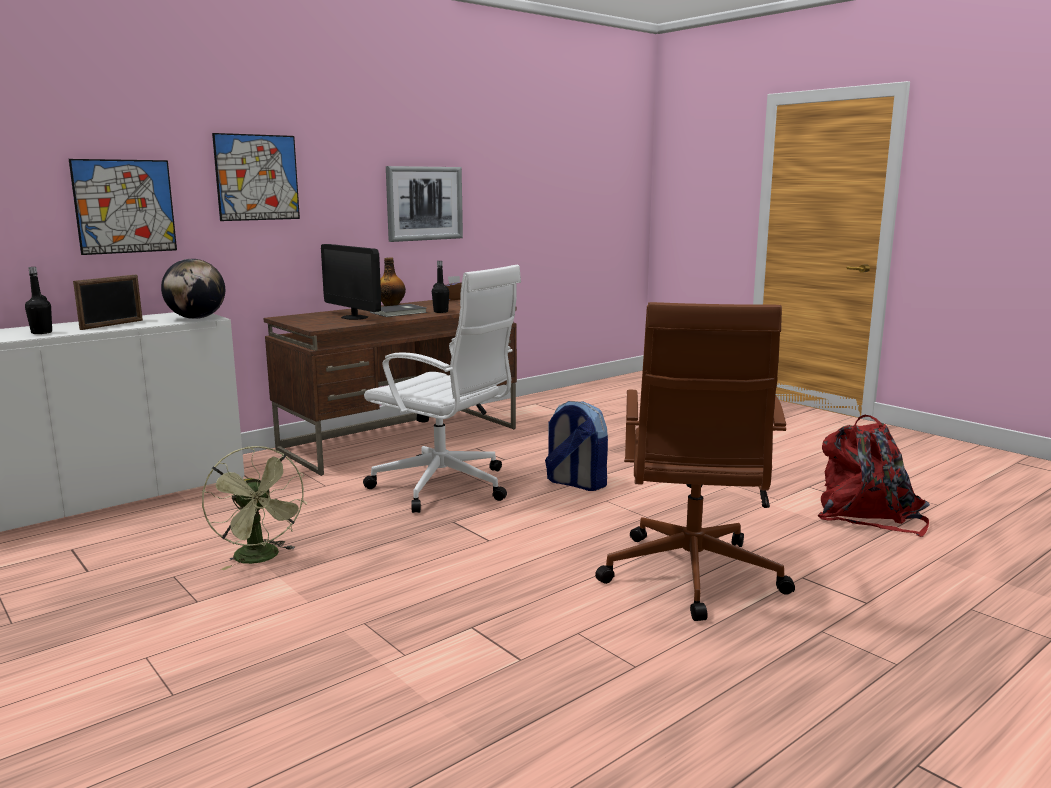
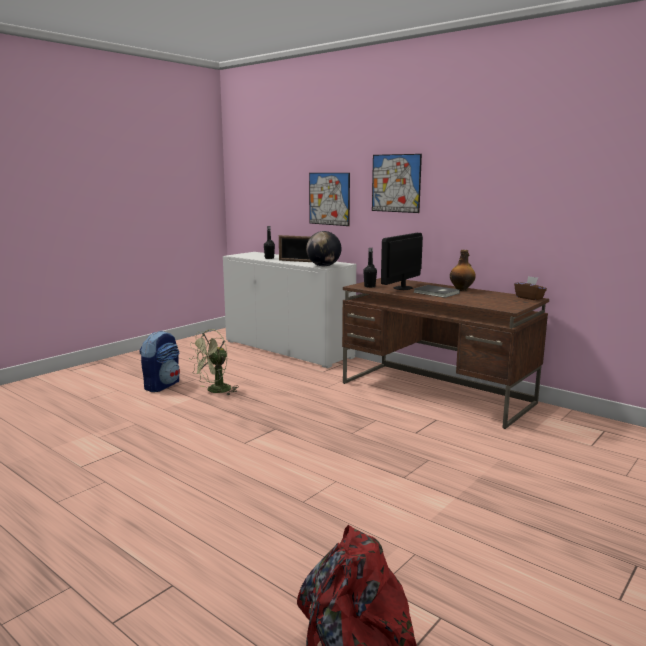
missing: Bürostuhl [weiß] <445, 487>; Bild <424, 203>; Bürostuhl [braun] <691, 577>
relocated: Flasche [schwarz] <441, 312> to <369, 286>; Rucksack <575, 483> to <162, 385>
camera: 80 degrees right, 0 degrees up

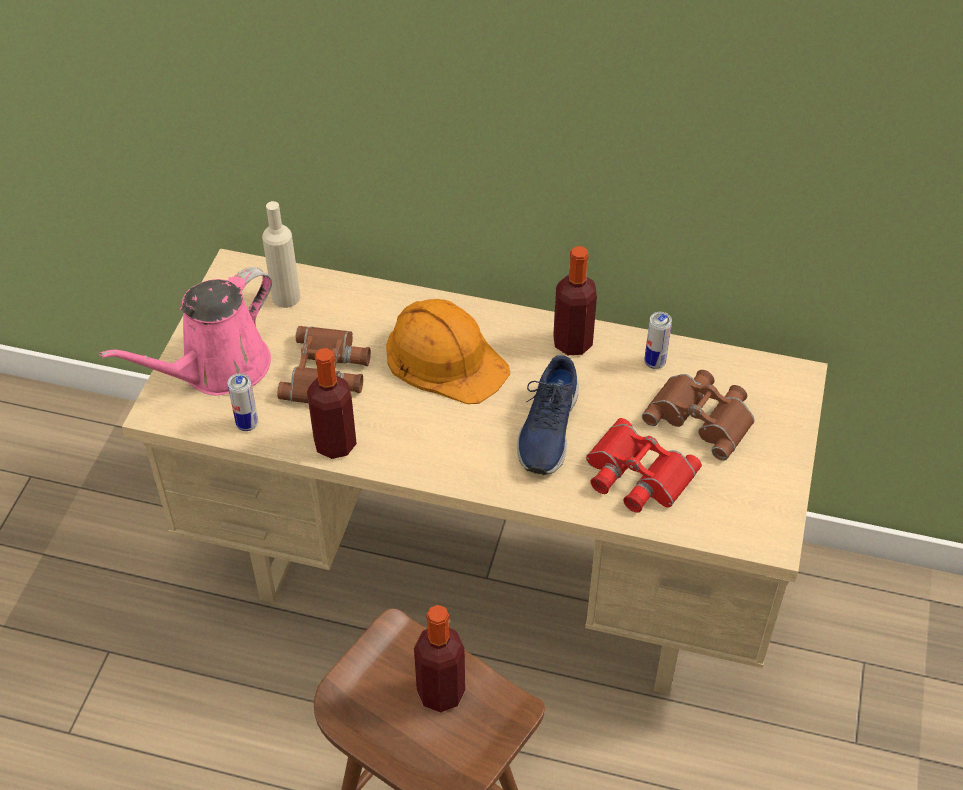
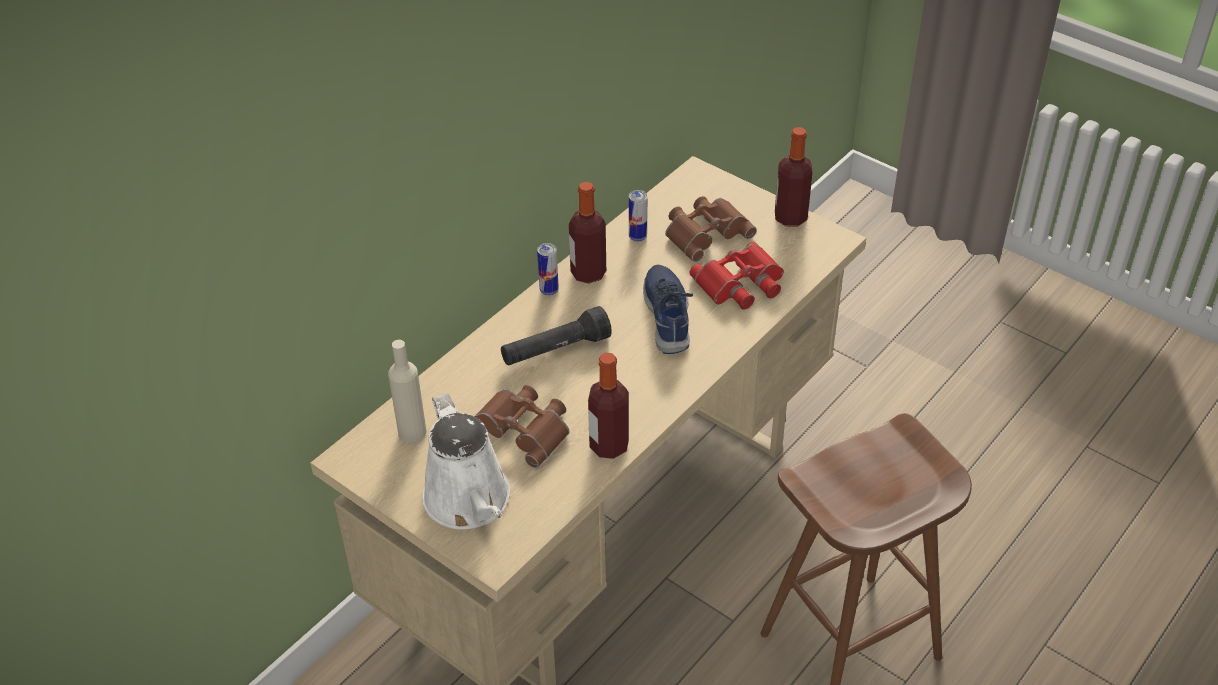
relocated: Dose <247, 424> to <549, 290>; Flasche <441, 692> to <790, 217>
exchanged: Schutzhelm [orange] <445, 357> to Taschenlampe [schwarz] <555, 350>
colour: Gießkanne [rosa] <218, 369> to Gießkanne [weiß] <470, 502>
spun: Schuh [blau] <547, 429> = <668, 316> 135 degrees counterclockwise
camera: 65 degrees left, 5 degrees down

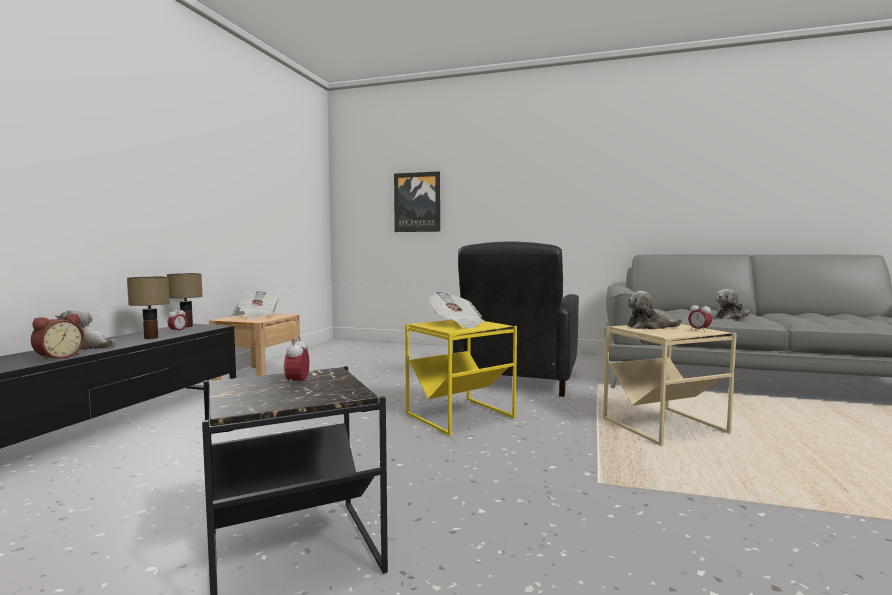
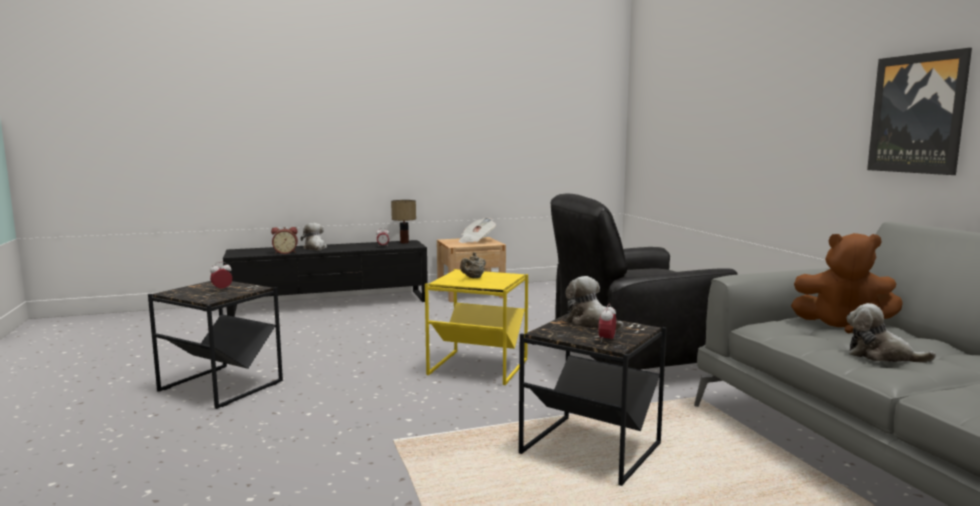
missing: Tischlampe <151, 338>
appeared: Plüschtier [braun] <843, 325>
relocated: Bild <417, 202> to <917, 114>
exchanged: Zeitung <456, 325> to Teekanne [beige] <473, 278>
colour: Beistelltisch [beige] <665, 426> to Beistelltisch [schwarz] <591, 449>
camera: 55 degrees right, 5 degrees up

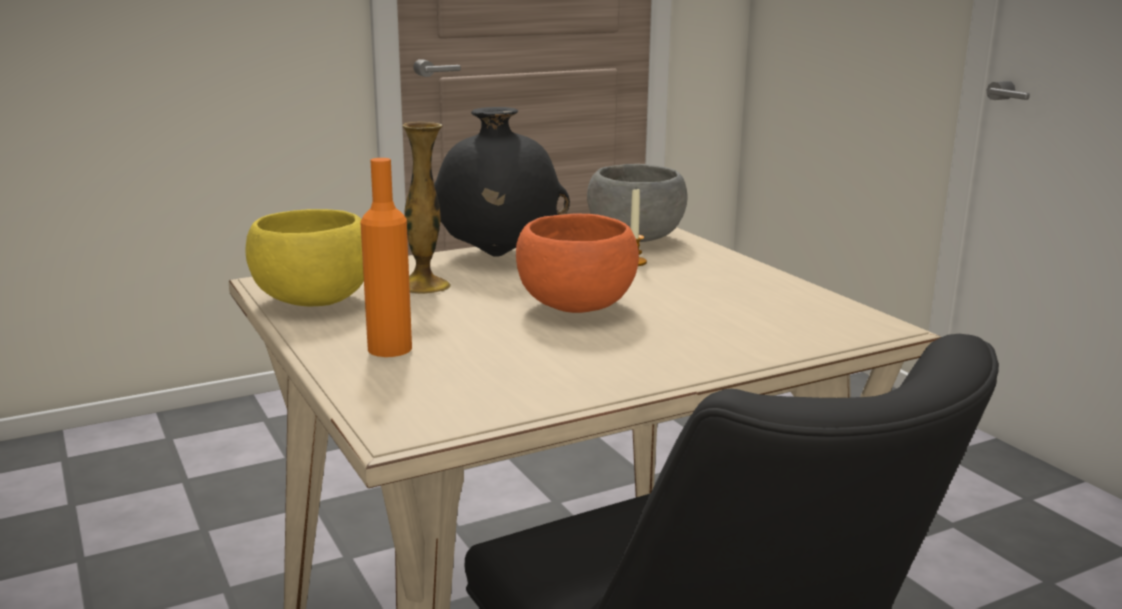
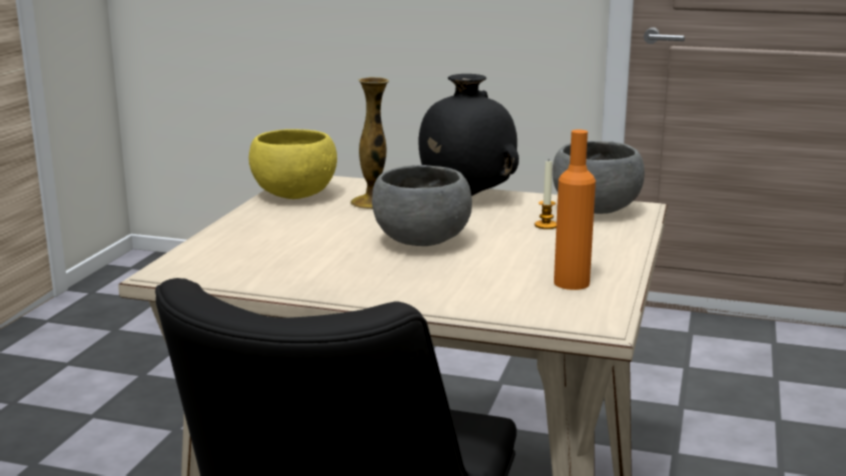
relocated: Flasche [orange] <390, 348> to <571, 283>
colour: Schüssel [orange] <575, 308> to Schüssel [grau] <421, 242>
camera: 45 degrees right, 0 degrees up

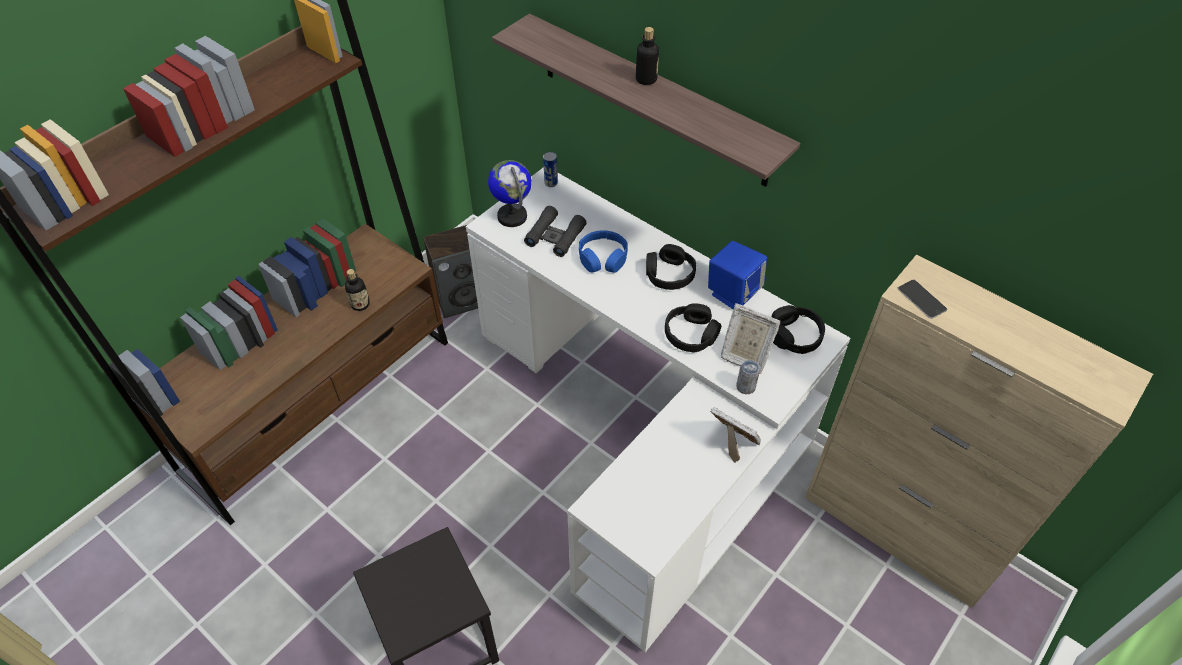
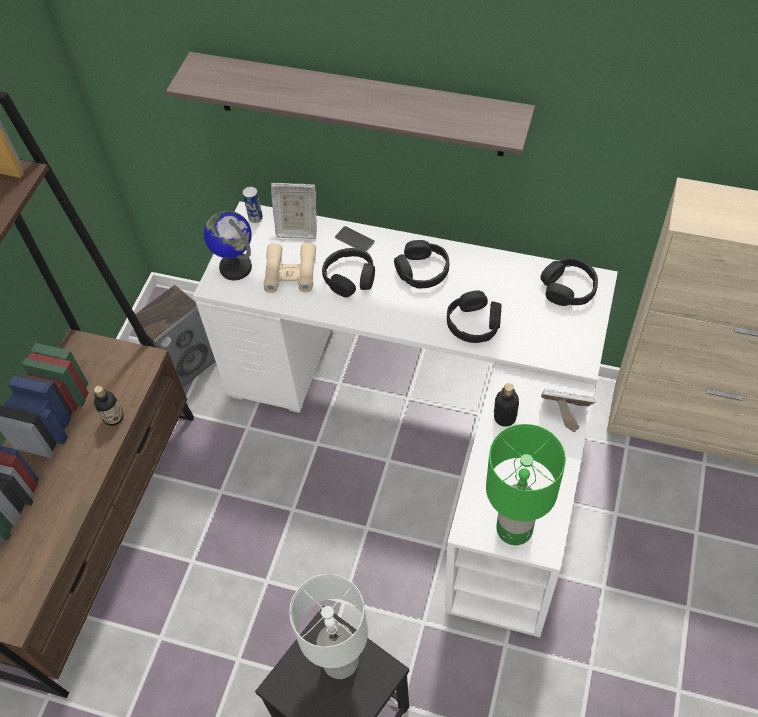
missing: Lautsprecher [blau] <733, 293>; Dose <745, 387>
appeared: Tischlampe [weiß] <341, 661>; Tischlampe [grün] <513, 529>
relocated: Flasche <646, 79> to <504, 417>; Bilderrahmen <744, 356> to <296, 228>; Handy <922, 299> to <354, 239>
colour: Fernglas [schwarz] <555, 236> to Fernglas [beige] <290, 272>; Kopfhörer [blau] <603, 258> to Kopfhörer [schwarz] <350, 278>
camera: 20 degrees left, 5 degrees up

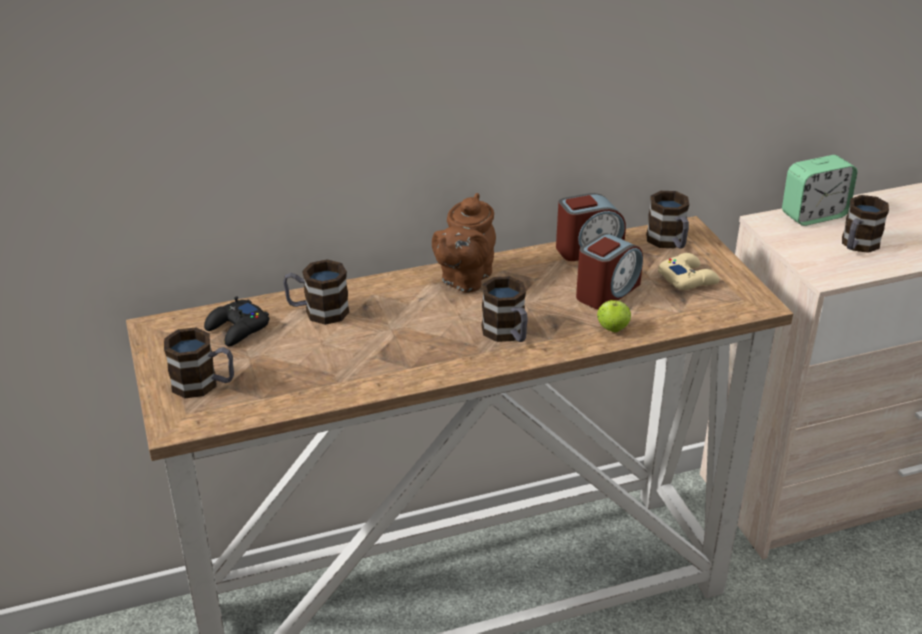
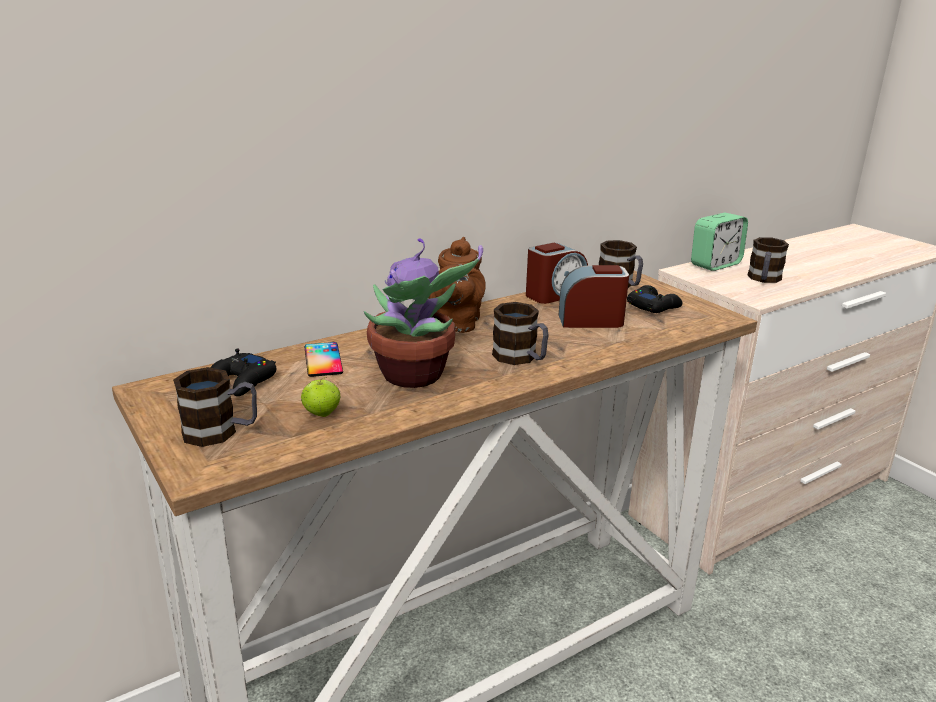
appeared: Topfpflanze <414, 376>
relocated: Apfel <612, 329> to <321, 414>
exchanged: Henkelbecher <317, 311> to Handy <323, 360>
colour: Gamepad [beige] <687, 278> to Gamepad [schwarz] <653, 306>
spun: Wecker <607, 291> = <591, 320> 120 degrees counterclockwise
camera: 15 degrees left, 10 degrees down

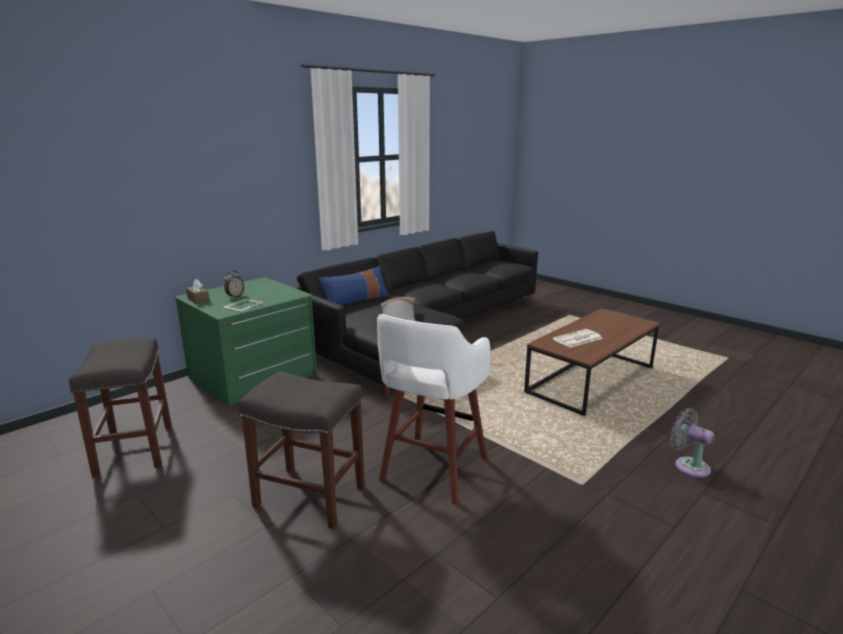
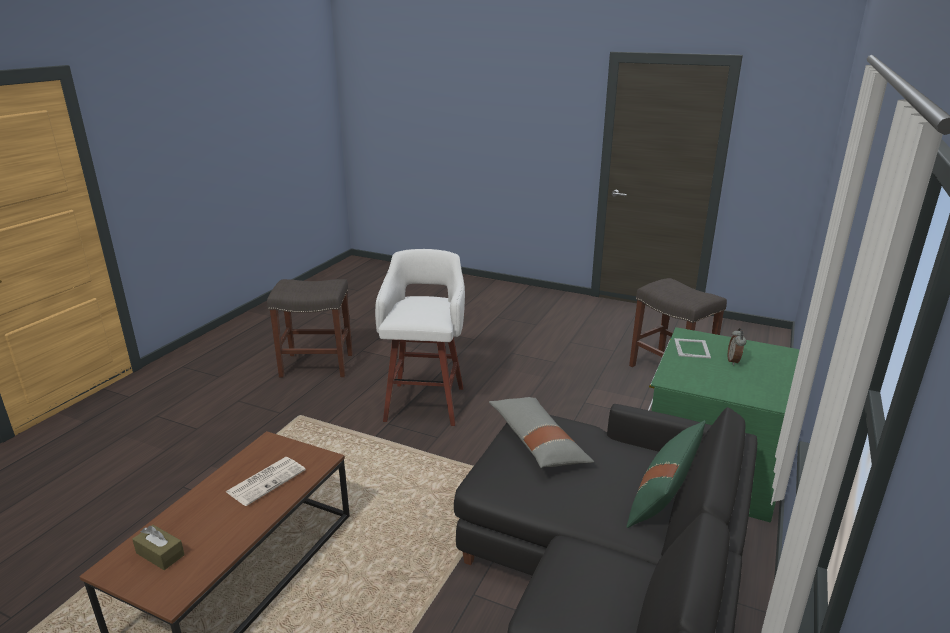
missing: Ventilator [grau] <688, 466>
relocated: Taschentuchbox [braun] <198, 300> to <160, 554>; Hocker [grau] <308, 496> to <318, 365>
colour: Kissen [blau] <356, 301> to Kissen [grün] <664, 494>
camera: 160 degrees right, 5 degrees up

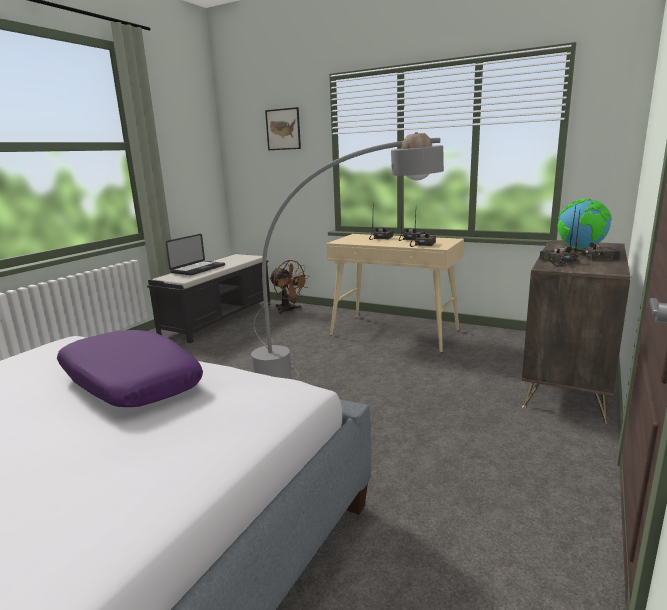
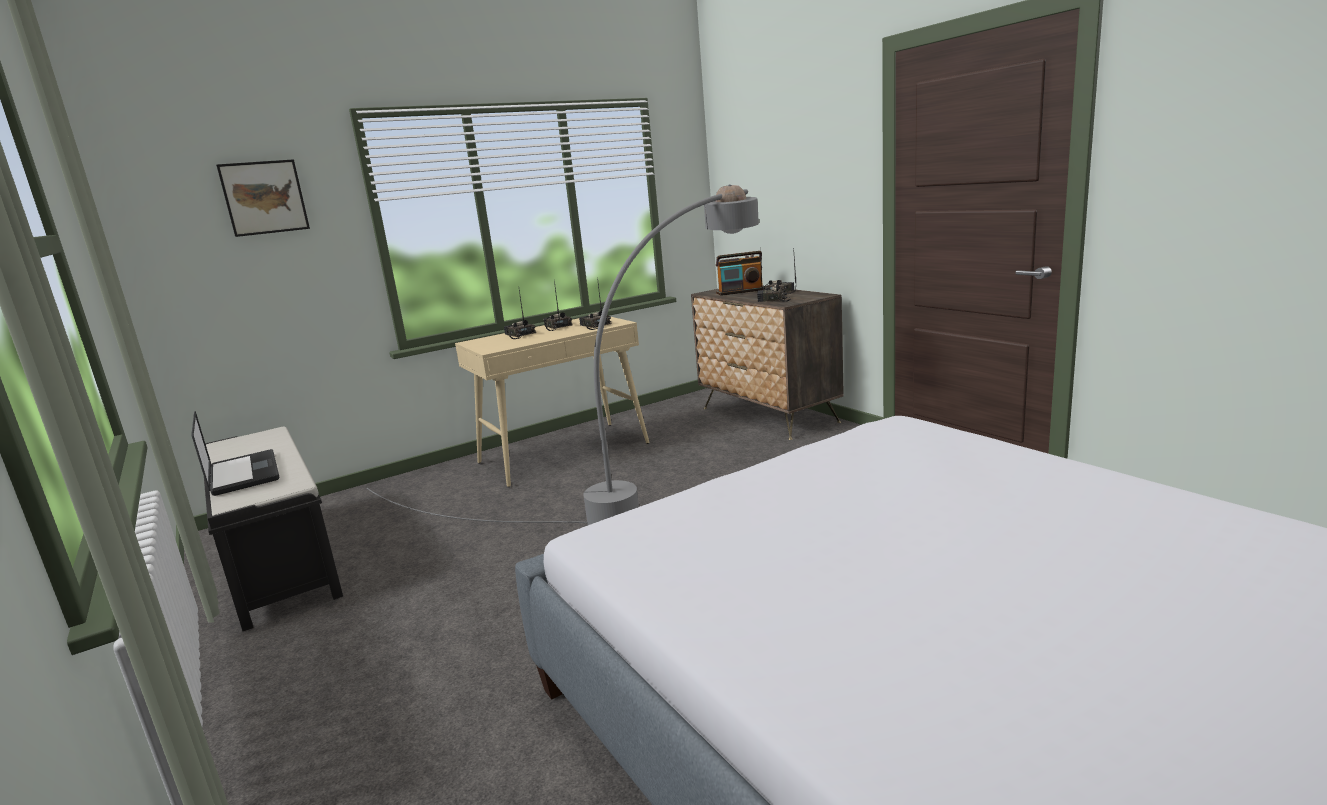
missing: Kissen [lila] <129, 383>; Ventilator [braun] <289, 310>
exchanged: Globus <581, 248> to Radio <740, 291>
camera: 60 degrees left, 0 degrees up

